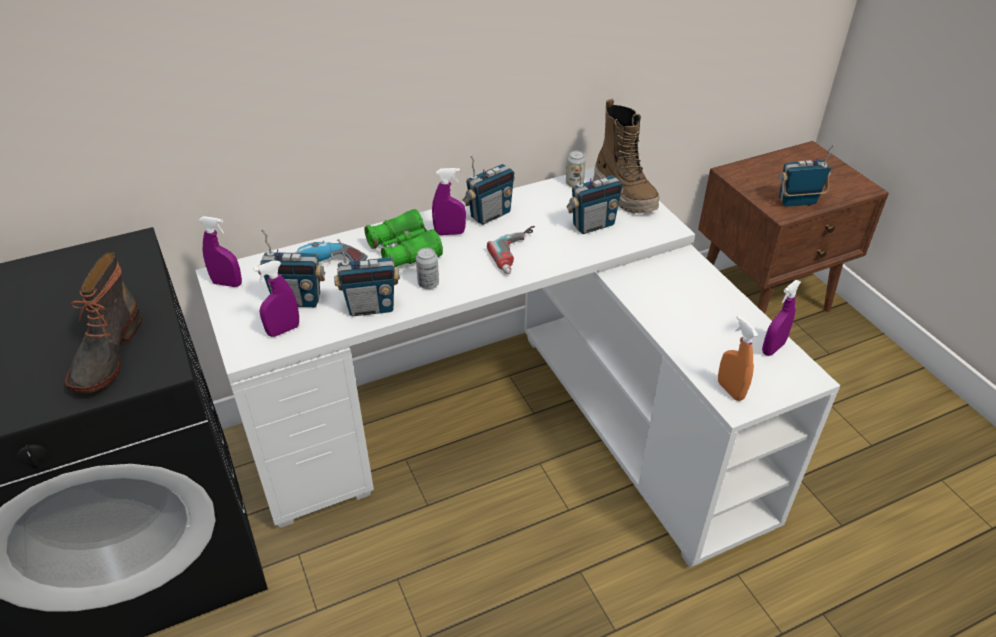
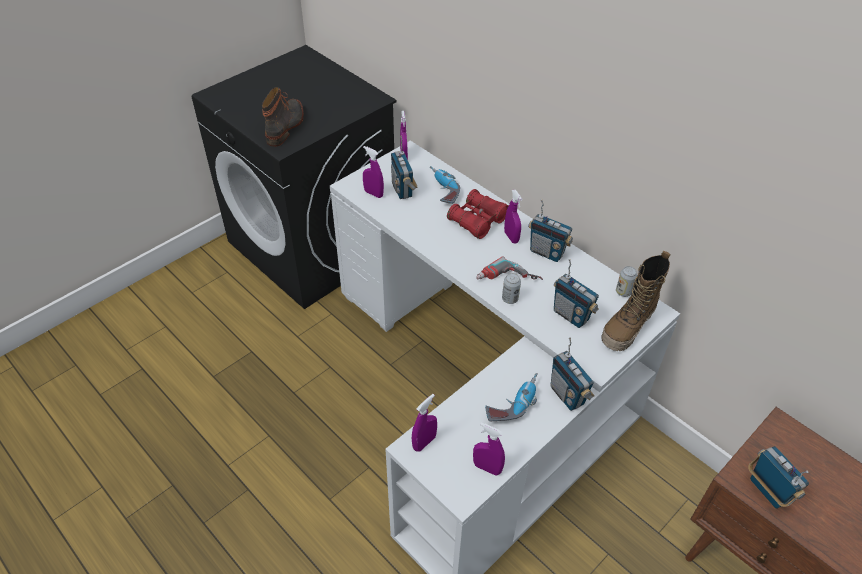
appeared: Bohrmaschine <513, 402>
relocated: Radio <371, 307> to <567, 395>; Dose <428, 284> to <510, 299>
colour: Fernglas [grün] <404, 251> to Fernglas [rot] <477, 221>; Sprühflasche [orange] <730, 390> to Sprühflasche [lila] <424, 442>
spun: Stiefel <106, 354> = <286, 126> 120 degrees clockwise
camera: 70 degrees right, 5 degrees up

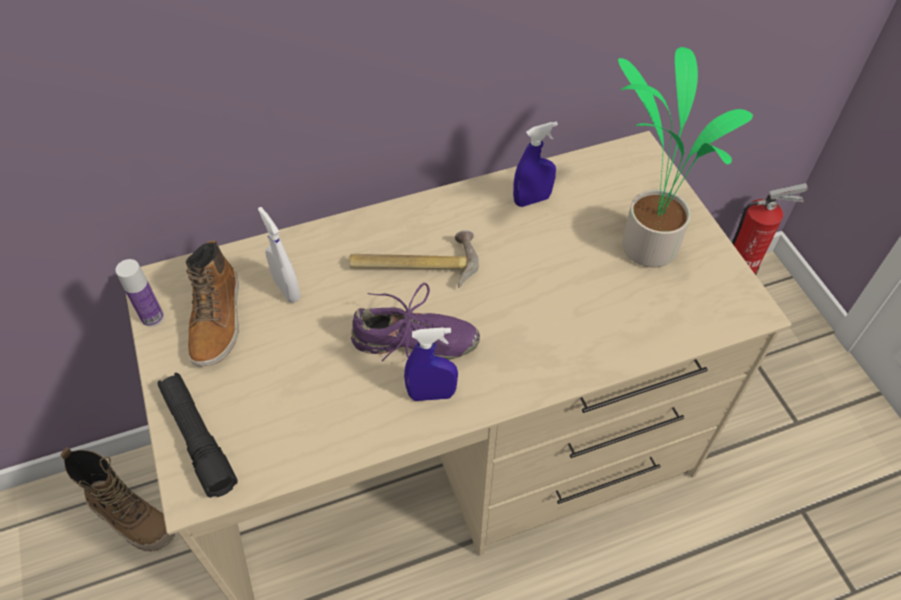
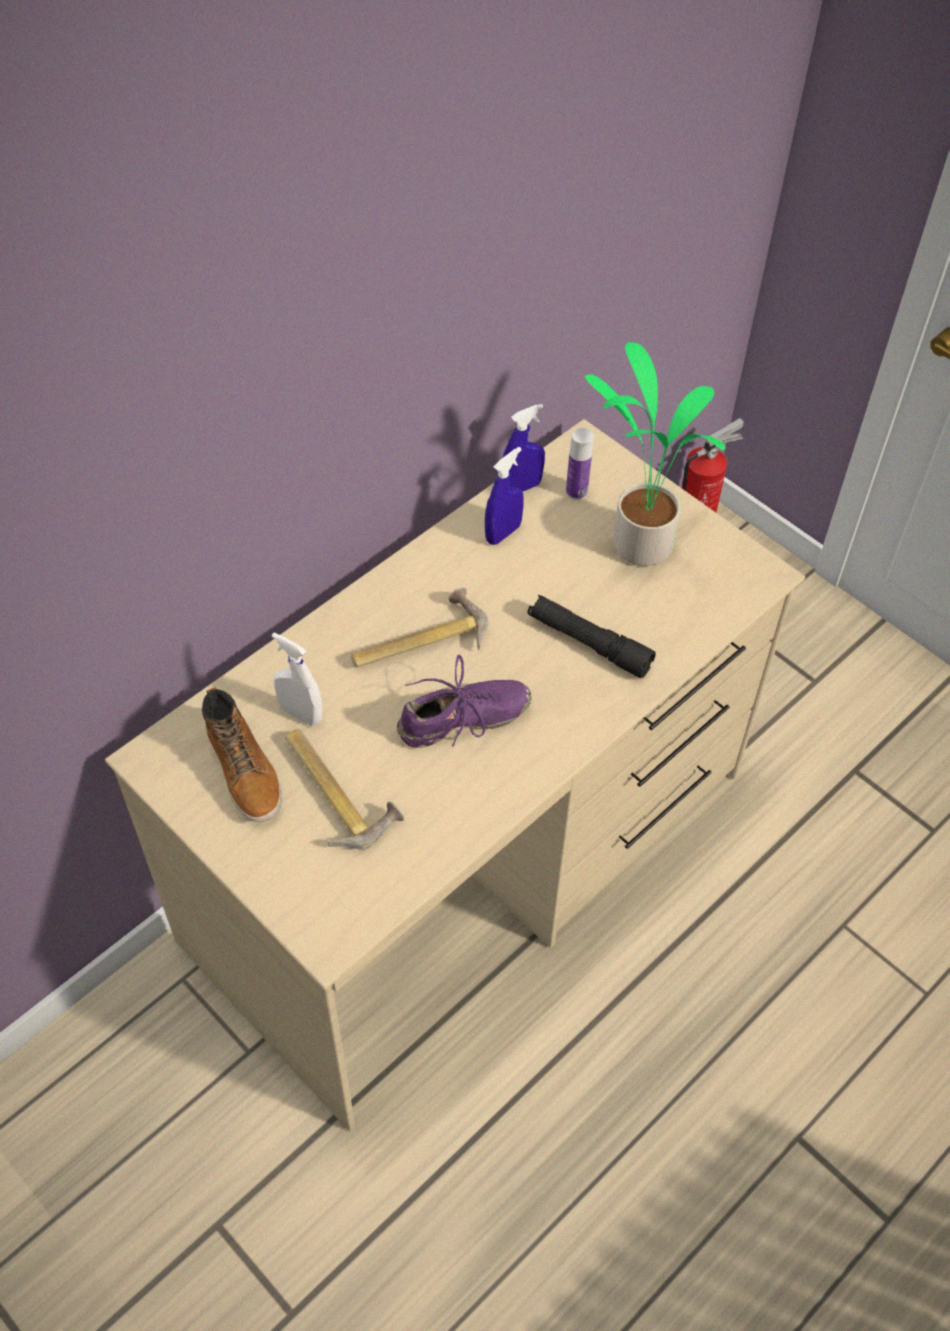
missing: Stiefel <134, 519>
appeared: Hammer <337, 790>
relocated: Flasche <152, 317> to <576, 491>; Taschenlampe [schwarz] <198, 438> to <588, 643>; Sprühflasche [blau] <431, 394> to <521, 487>
camera: 25 degrees left, 0 degrees up

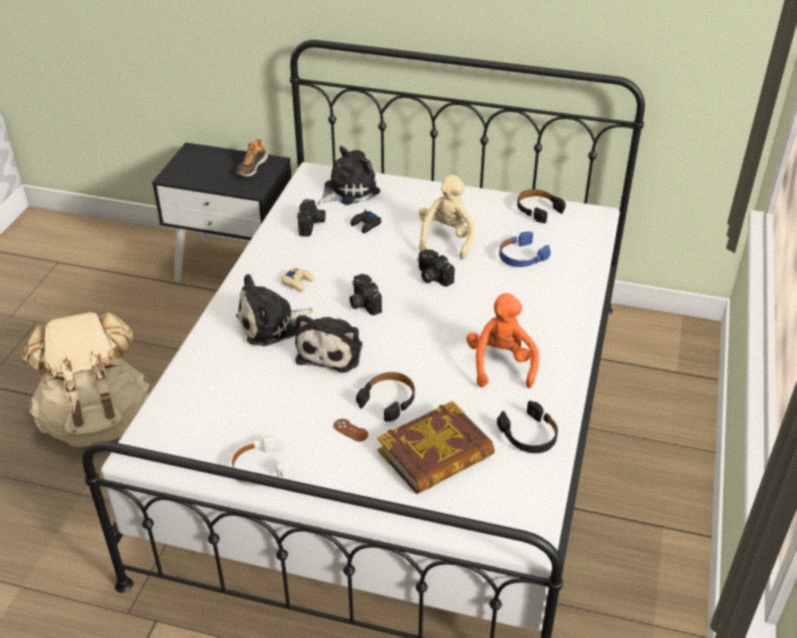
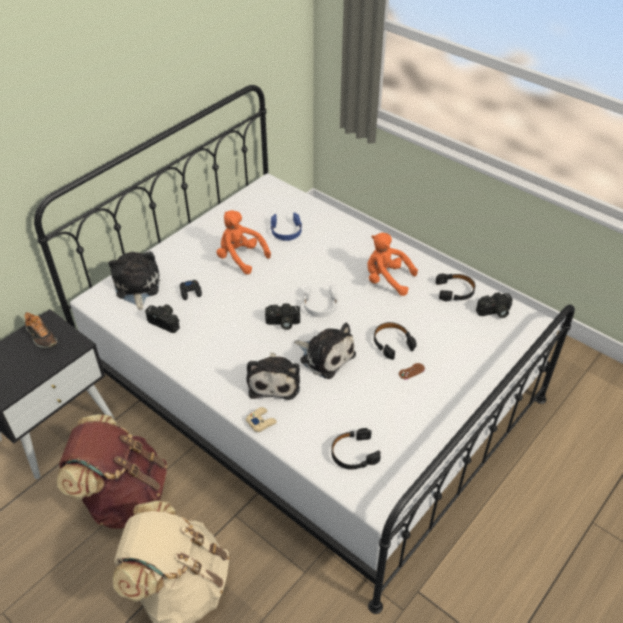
missing: Buch <436, 454>
appeared: Rucksack [braun] <123, 495>
relocated: Kopfhörer [weiß] <261, 468> to <320, 305>; Gamepad [beige] <298, 282> to <261, 421>; Kamera <432, 276> to <494, 312>; Kopfhörer [schwarz] <538, 209> to <353, 453>
colour: Plüschtier [beige] <446, 239> to Plüschtier [orange] <240, 257>
camera: 65 degrees left, 5 degrees up

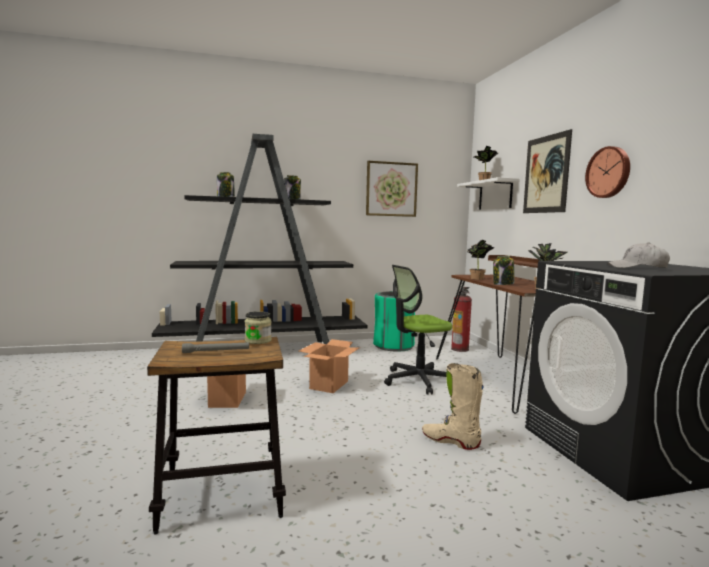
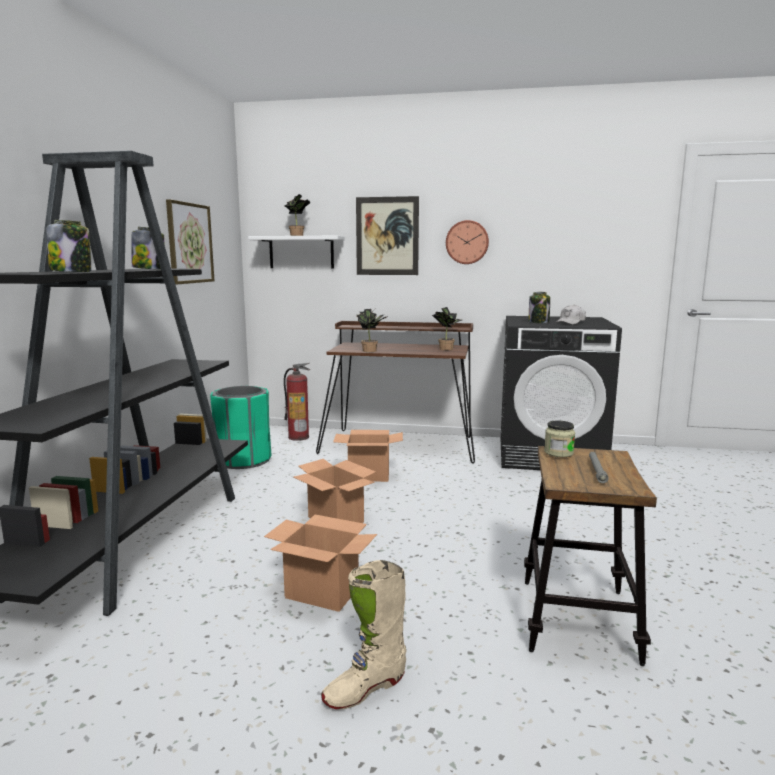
relocated: Stiefel [beige] <450, 441> to <365, 688>; Vorratsglas <503, 284> to <539, 322>
exchanged: Bürostuhl <418, 380> to Karton <368, 476>
camera: 65 degrees left, 5 degrees up

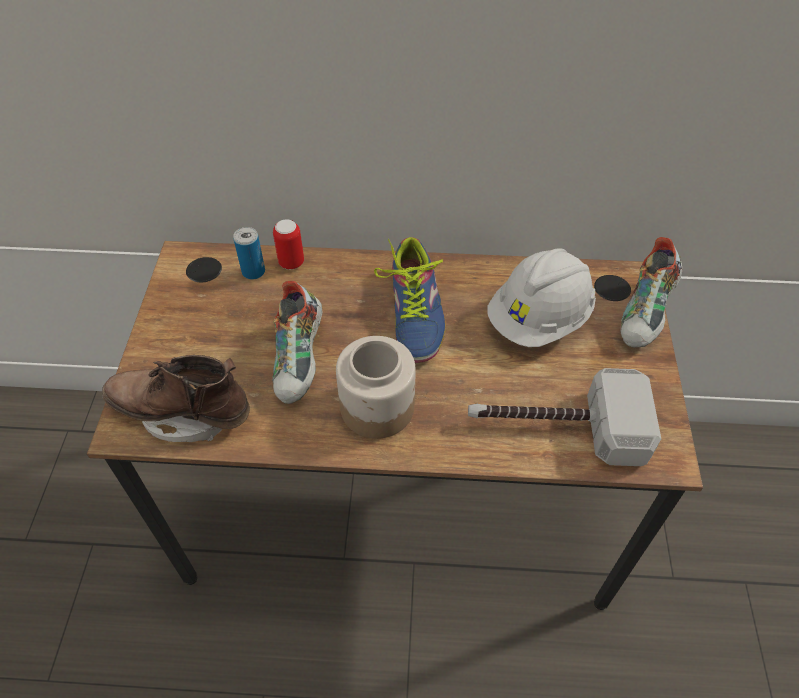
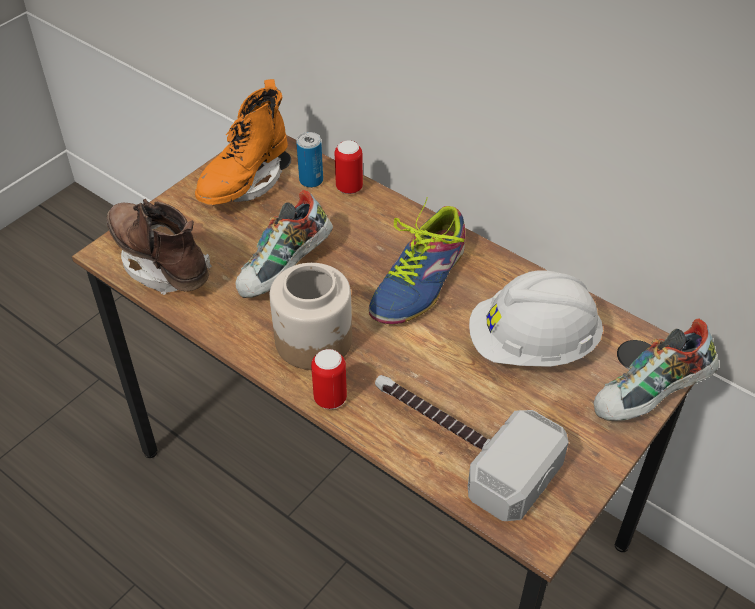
appeared: Stiefel [orange] <245, 182>; Dose <330, 399>
camera: 35 degrees right, 5 degrees down

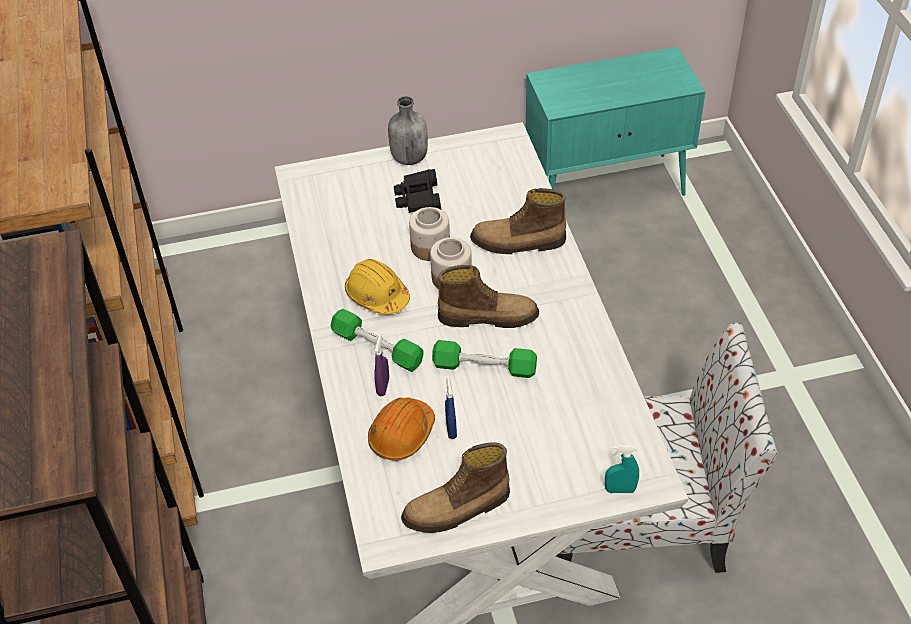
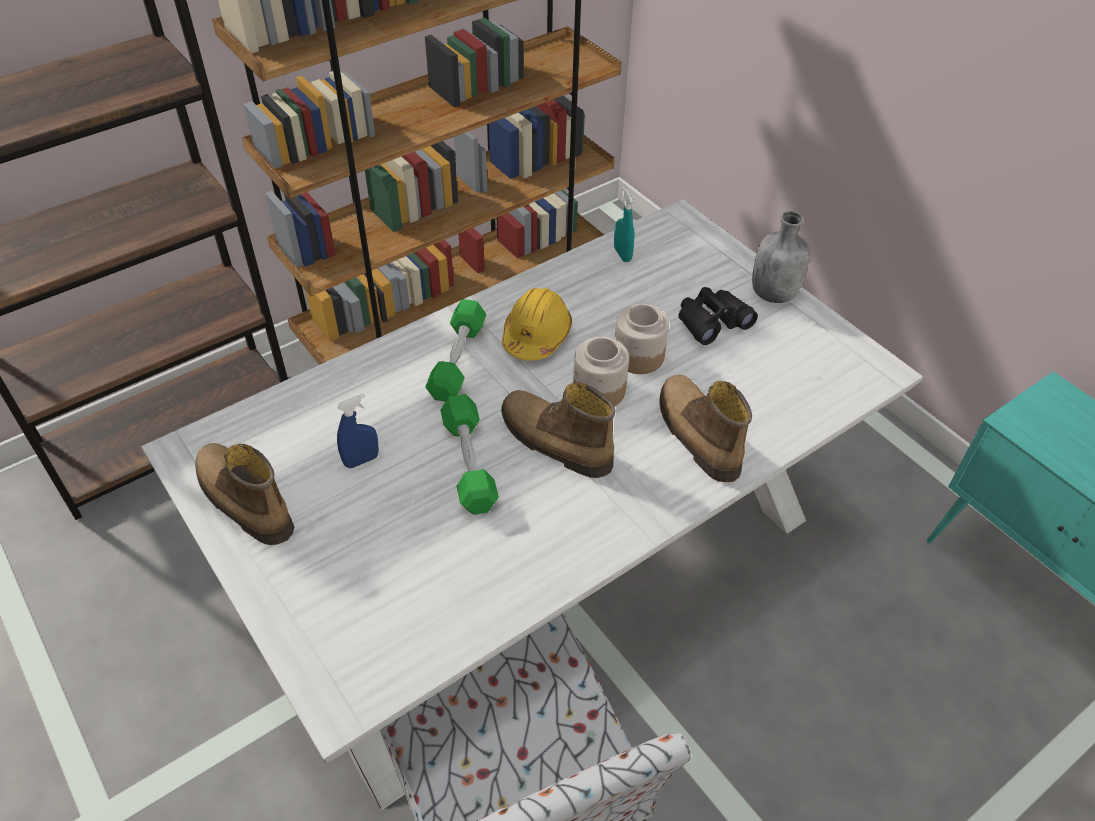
missing: Schutzhelm [orange] <402, 435>; Sprühflasche [lila] <383, 386>
relocated: Sprühflasche [türkis] <620, 490> to <622, 254>
spun: Stiefel <488, 316> = <554, 442> 150 degrees clockwise
camera: 65 degrees right, 0 degrees up

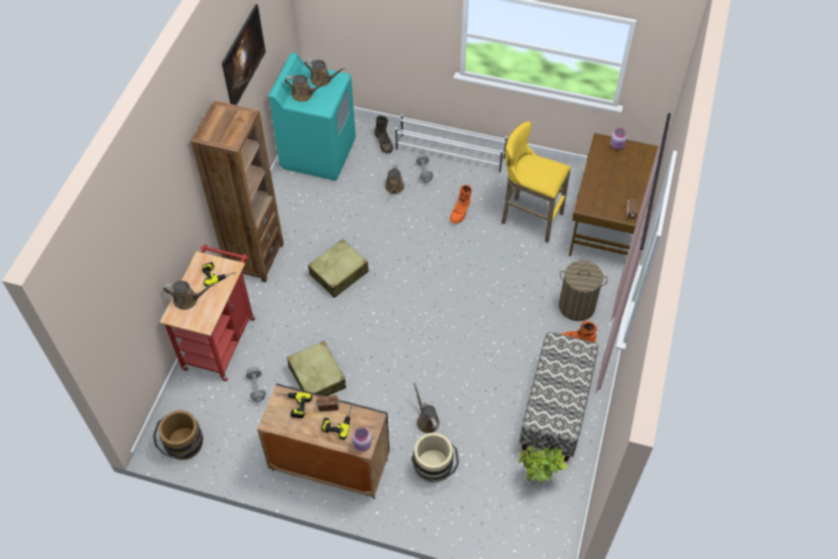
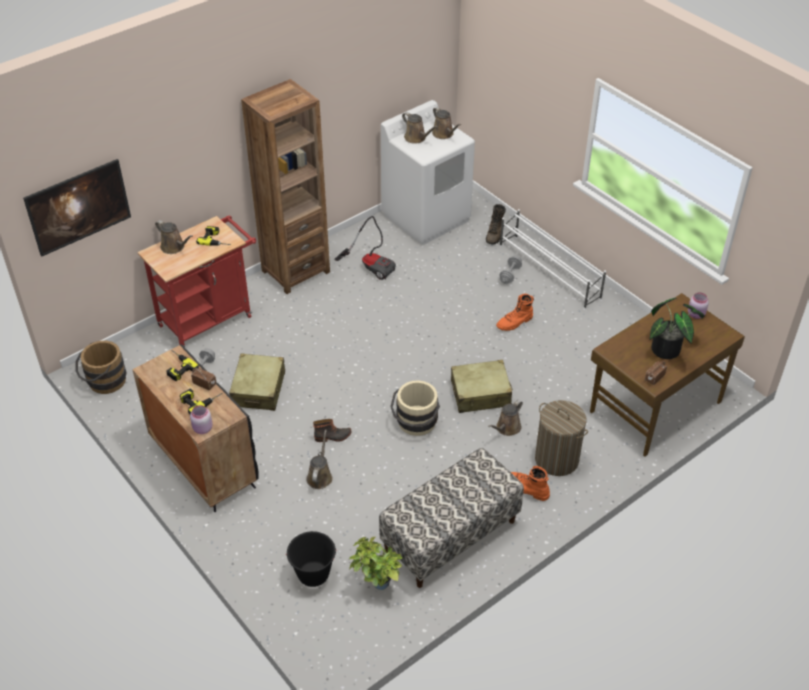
missing: Hocker [gelb] <528, 218>
appeared: Eimer [schwarz] <313, 574>; Stiefel <333, 437>; Staubsauger <371, 266>; Topfpflanze <669, 350>
relocated: Bild <245, 68> to <82, 221>; Koffer [beige] <339, 273> to <480, 394>; Gießkanne [braun] <394, 188> to <507, 428>; Eimer [beige] <434, 470> to <415, 424>
colour: Waschmaschine [türkis] <318, 153> to Waschmaschine [weiß] <426, 217>
camera: 35 degrees right, 10 degrees down

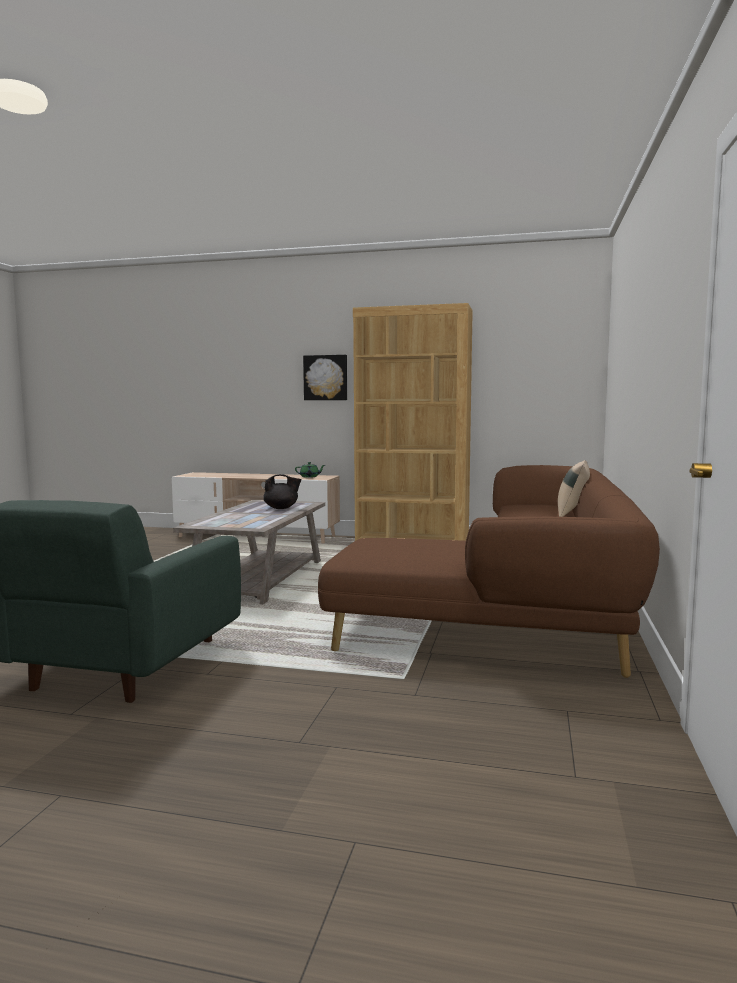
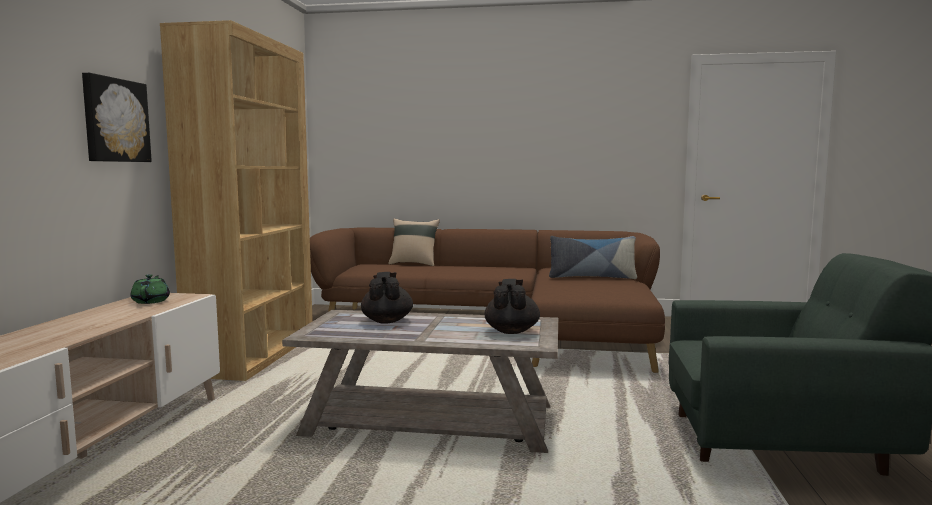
appeared: Teekanne [schwarz] <511, 331>; Kissen <591, 277>
camera: 95 degrees left, 0 degrees up

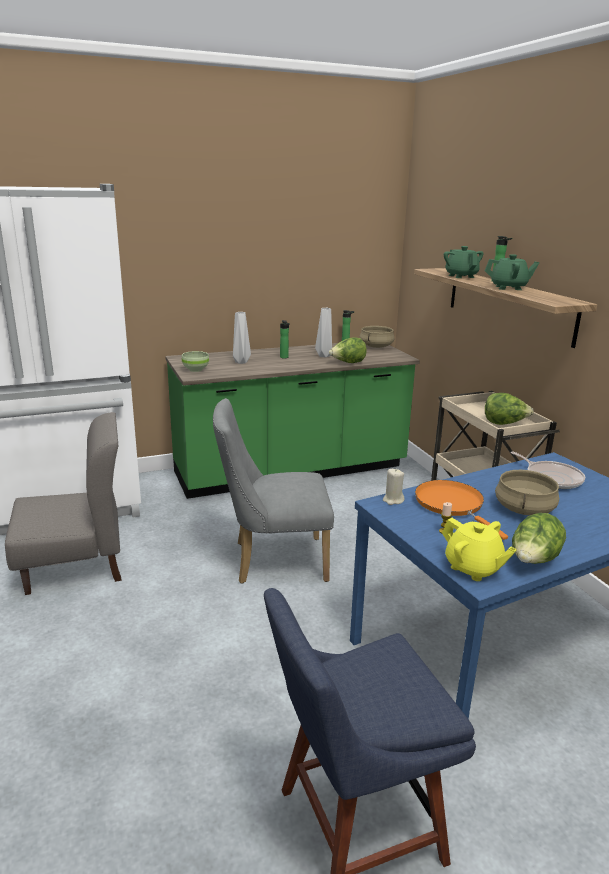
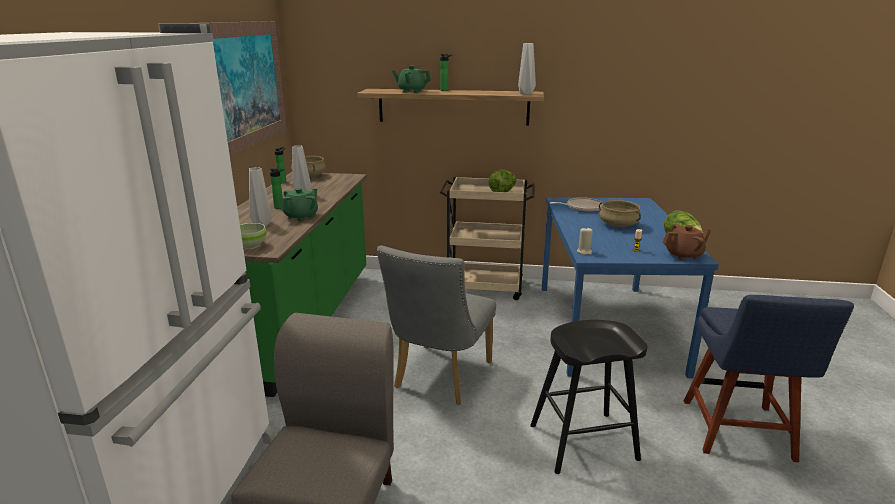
missing: Salatkopf <348, 363>; Pfanne [orange] <452, 505>
appeared: Bild <245, 85>; Vase [grau] <526, 94>; Hocker [schwarz] <583, 442>
relocated: Teekanne [grün] <508, 288> to <301, 216>
colour: Teekanne [gelb] <473, 568> to Teekanne [braun] <684, 255>
camera: 60 degrees left, 0 degrees up

